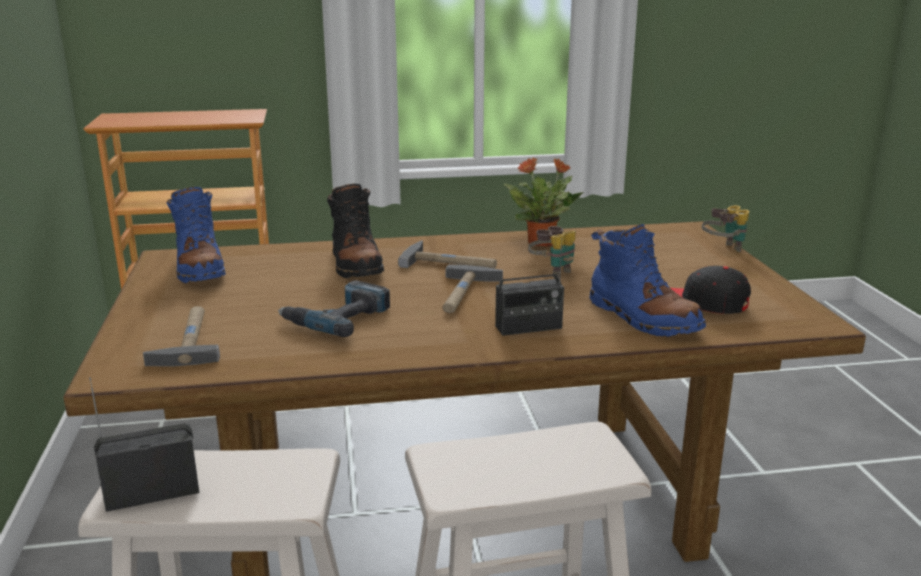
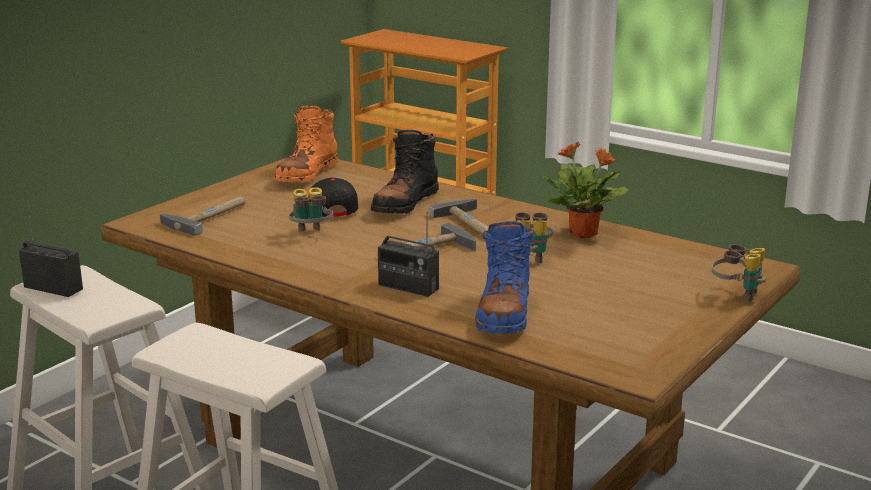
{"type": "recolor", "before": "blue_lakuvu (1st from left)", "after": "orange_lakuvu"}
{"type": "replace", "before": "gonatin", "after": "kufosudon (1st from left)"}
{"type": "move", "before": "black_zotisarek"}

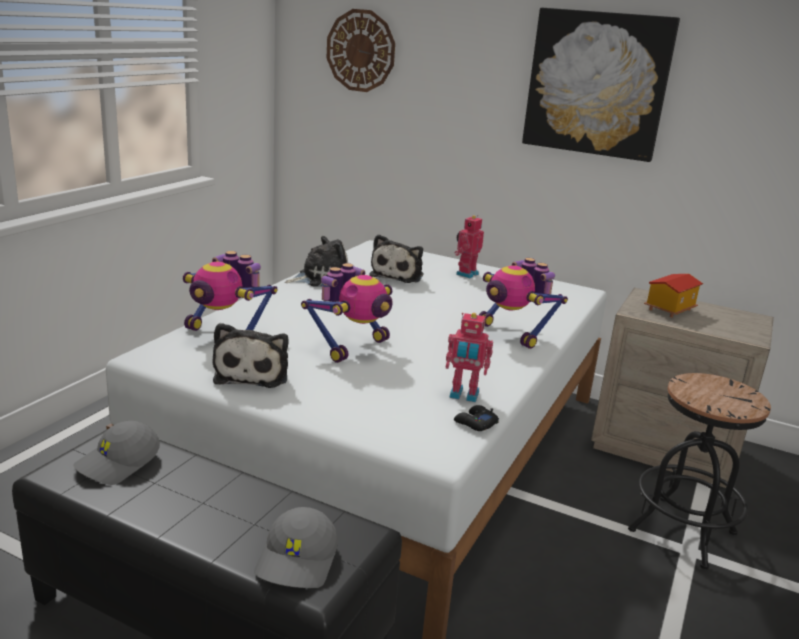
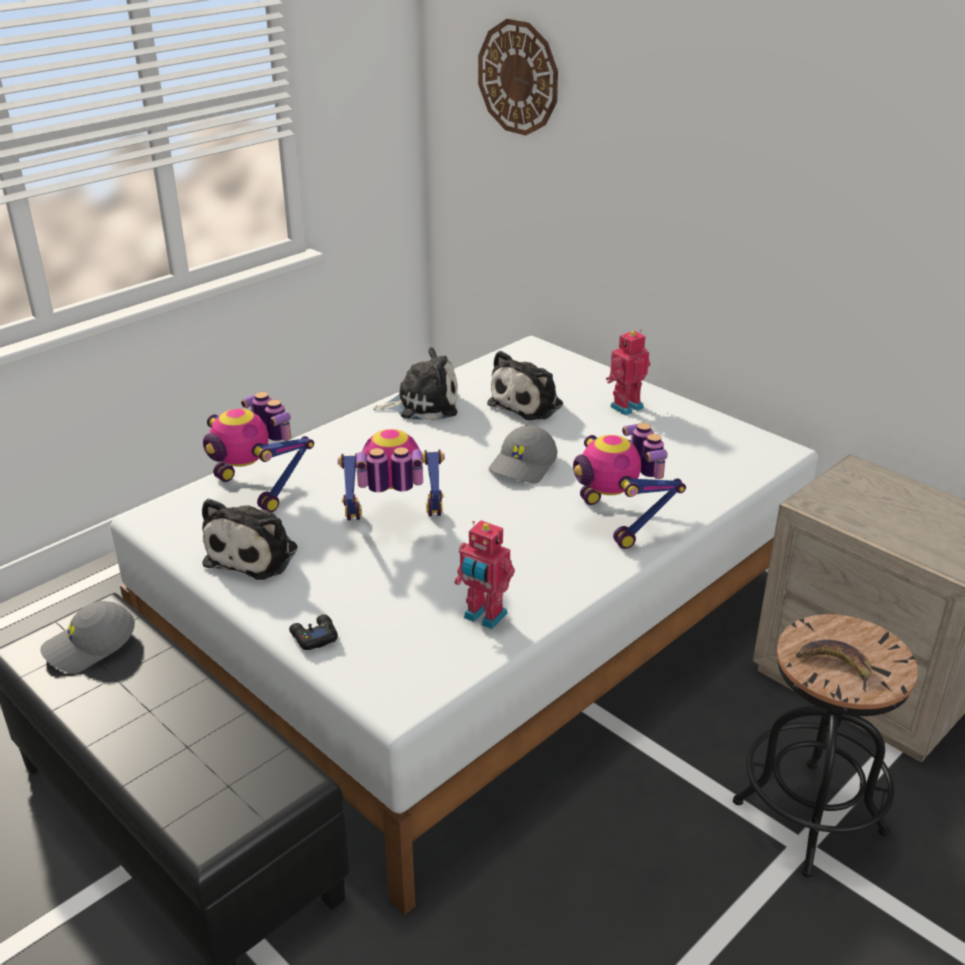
{"type": "move", "before": "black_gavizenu"}
{"type": "rotate", "before": "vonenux (2nd from left)", "turn": -150}
{"type": "move", "before": "grey_zotisarek (2nd from left)"}
{"type": "insert", "after": "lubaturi"}
{"type": "delete", "before": "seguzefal"}
{"type": "delete", "before": "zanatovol"}

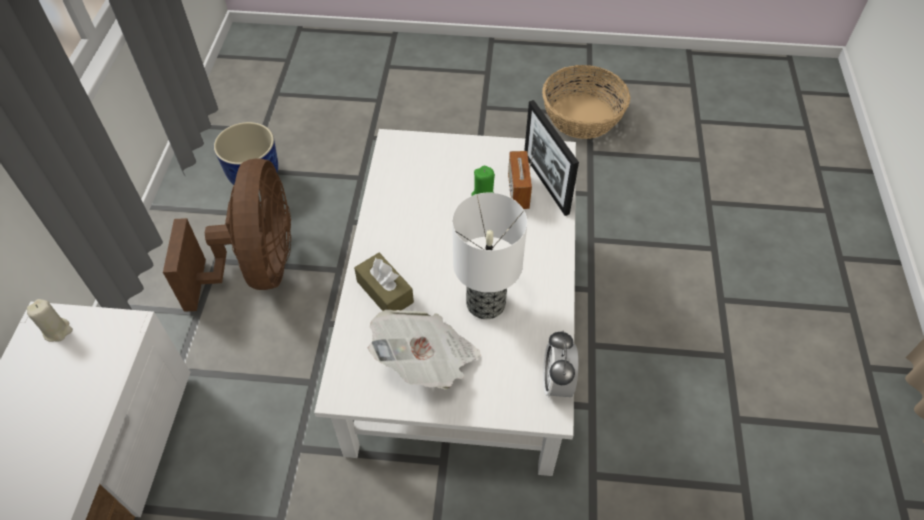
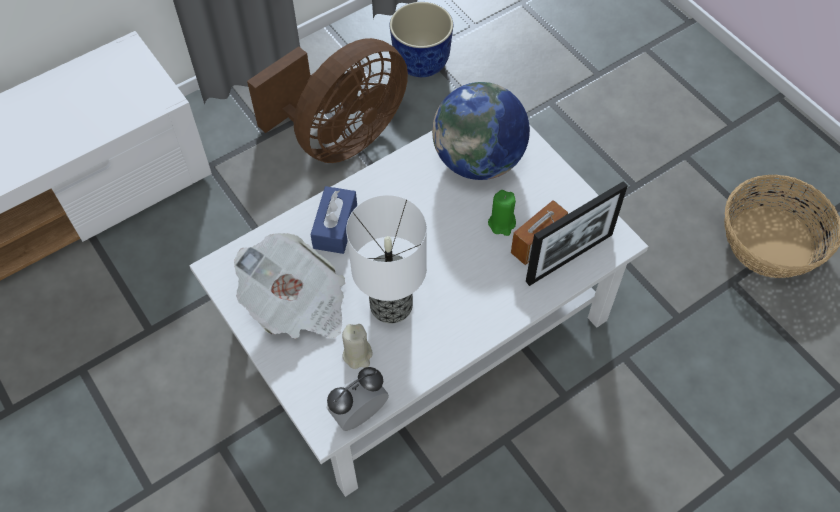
{"type": "recolor", "before": "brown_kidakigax", "after": "blue_kidakigax"}
{"type": "move", "before": "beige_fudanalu"}
{"type": "insert", "after": "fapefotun"}
{"type": "rotate", "before": "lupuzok", "turn": -150}

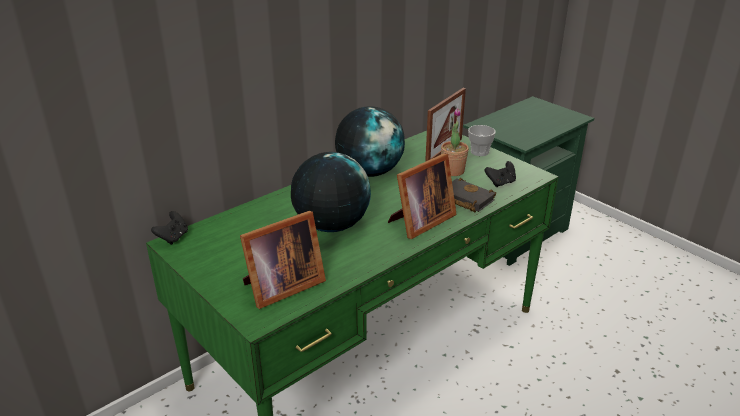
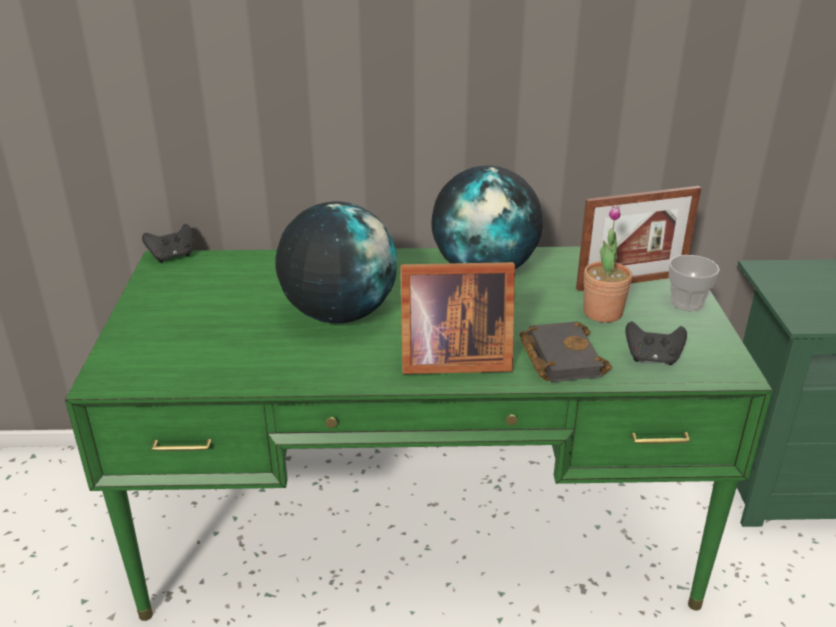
{"type": "delete", "before": "lupuzok (1st from left)"}

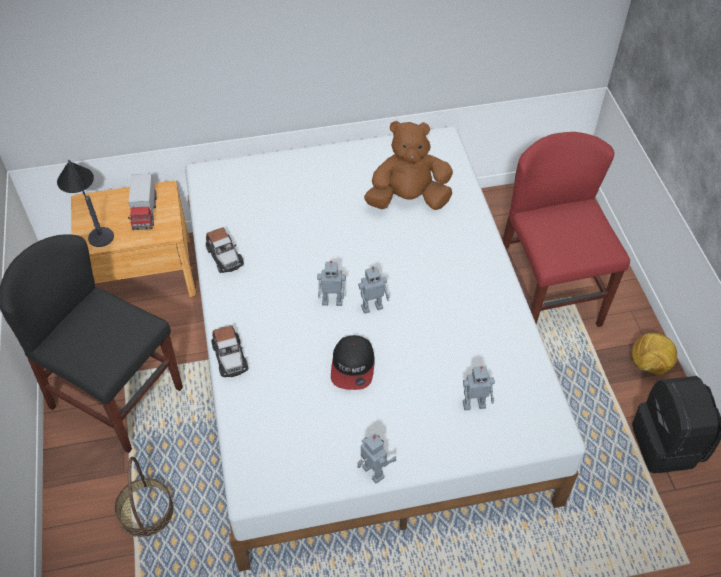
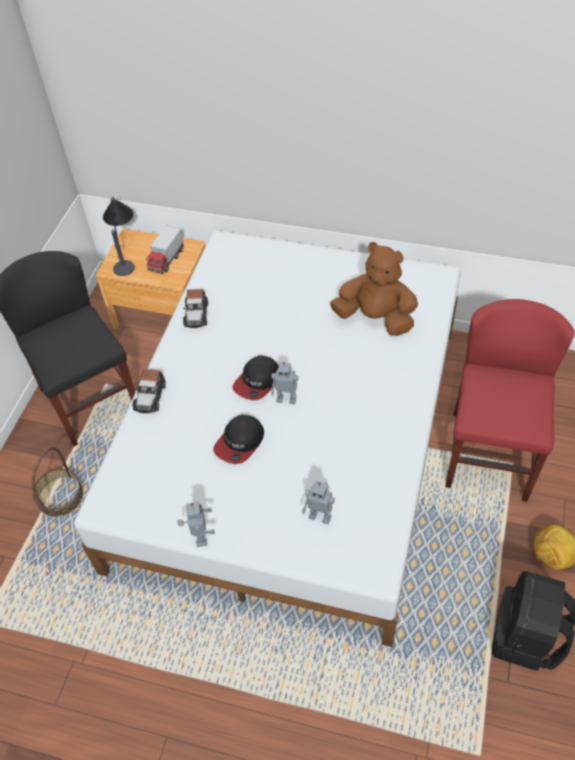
{"type": "replace", "before": "vonenux (1st from left)", "after": "zotisarek (2nd from left)"}

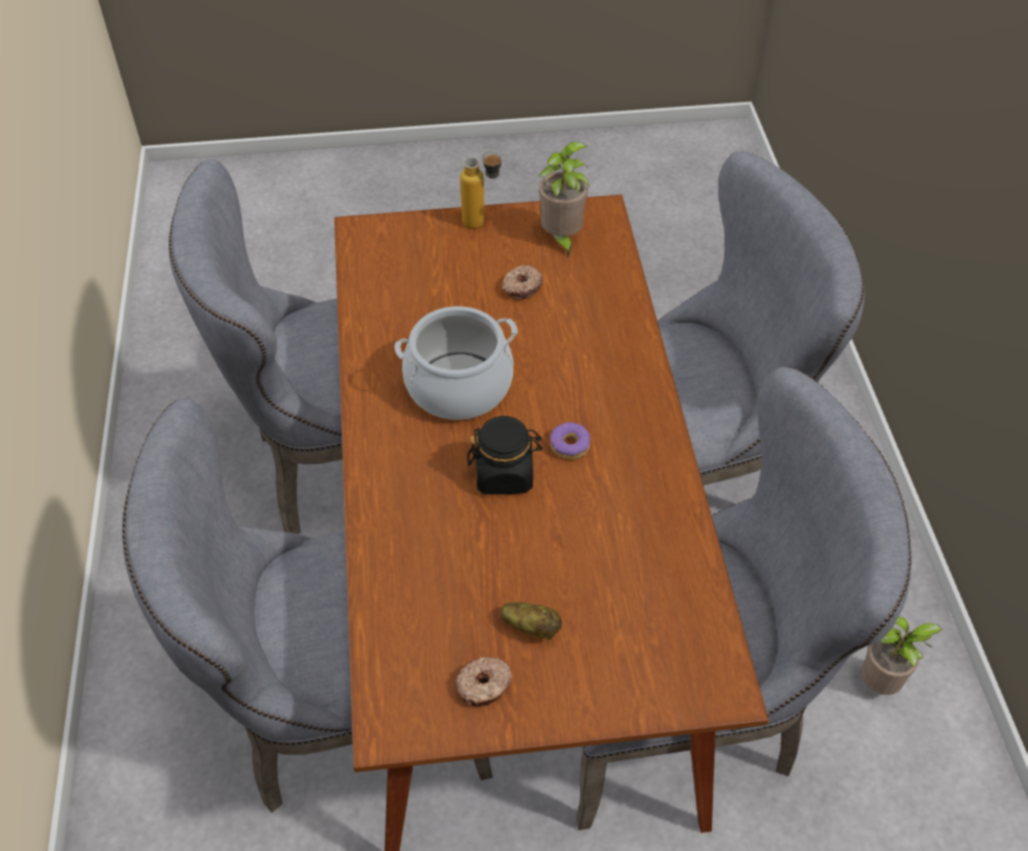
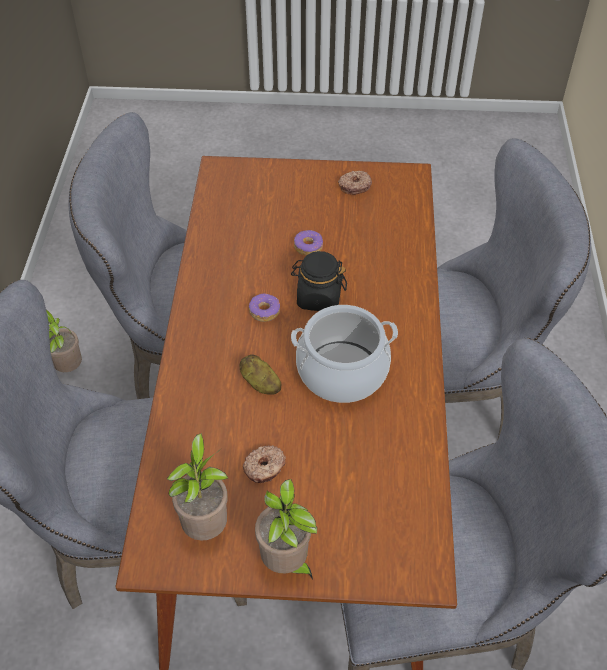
{"type": "move", "before": "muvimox"}
{"type": "replace", "before": "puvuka", "after": "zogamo (3rd from left)"}
{"type": "insert", "after": "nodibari (3rd from left)"}

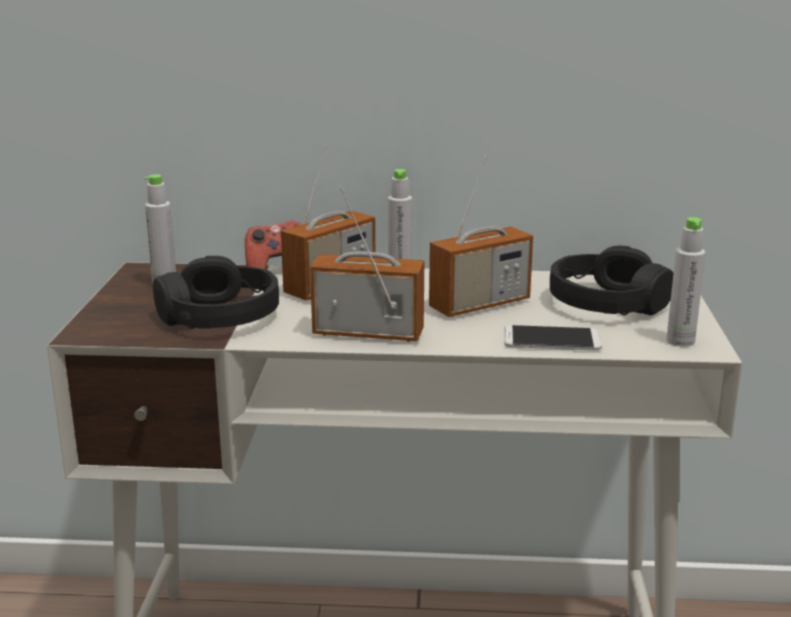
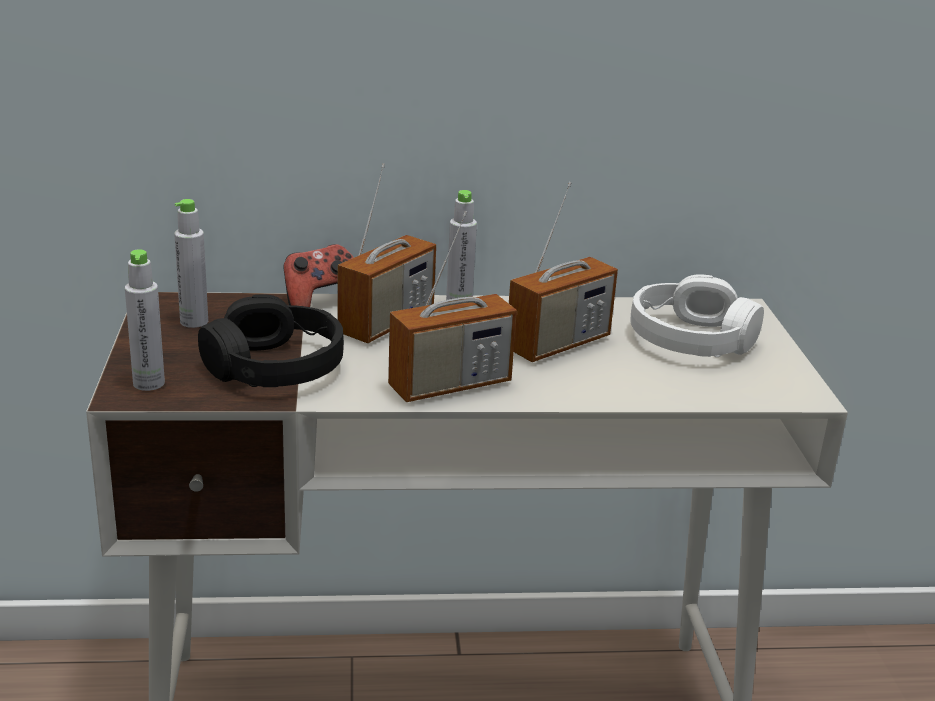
{"type": "move", "before": "grey_puvuka (3rd from left in the first image)", "after": "grey_puvuka (1st from left)"}
{"type": "rotate", "before": "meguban (2nd from left)", "turn": 150}
{"type": "recolor", "before": "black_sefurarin (2nd from left)", "after": "white_sefurarin"}
{"type": "delete", "before": "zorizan"}

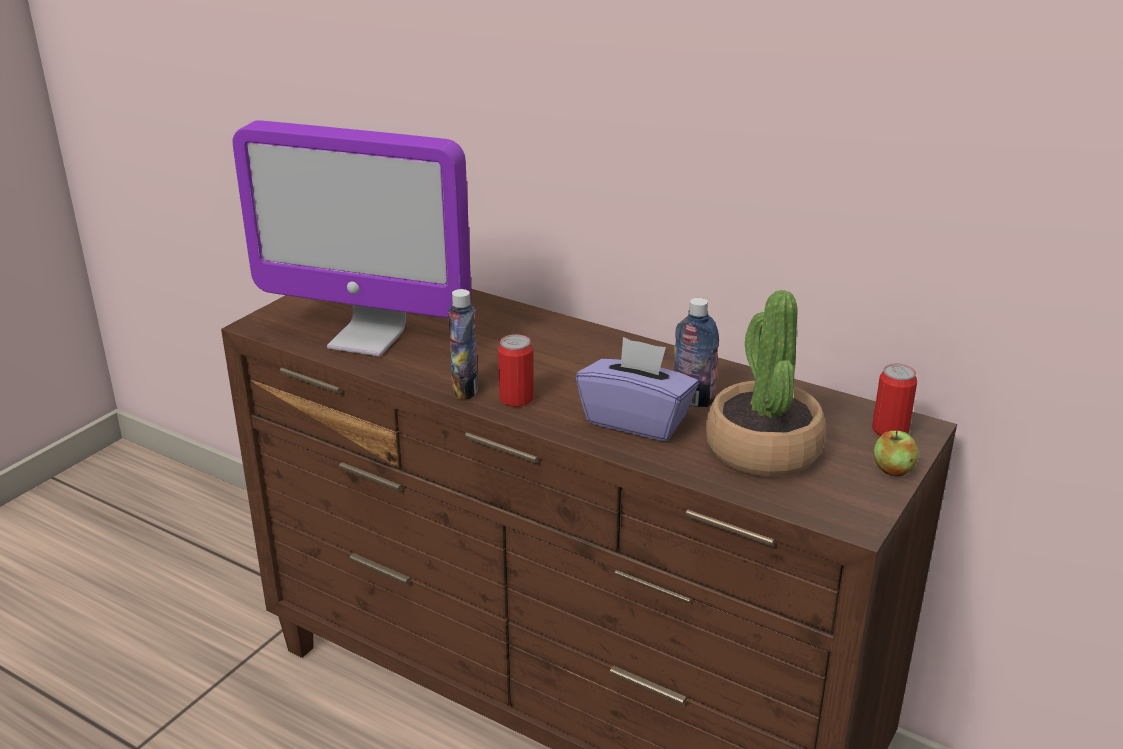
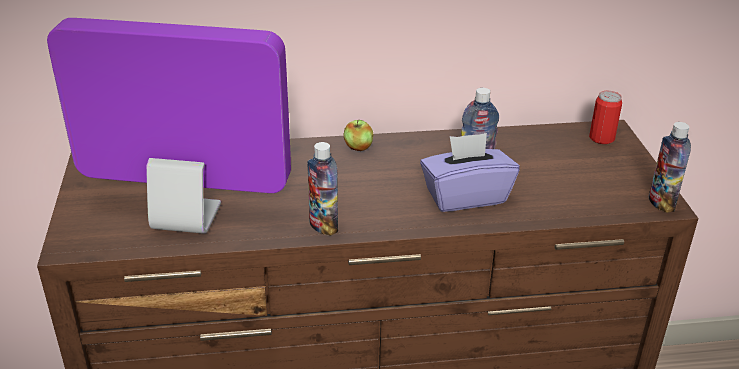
{"type": "rotate", "before": "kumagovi", "turn": -150}
{"type": "move", "before": "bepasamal"}
{"type": "insert", "after": "puvuka (3rd from left)"}
{"type": "delete", "before": "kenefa (1st from left)"}
{"type": "delete", "before": "zogamo"}

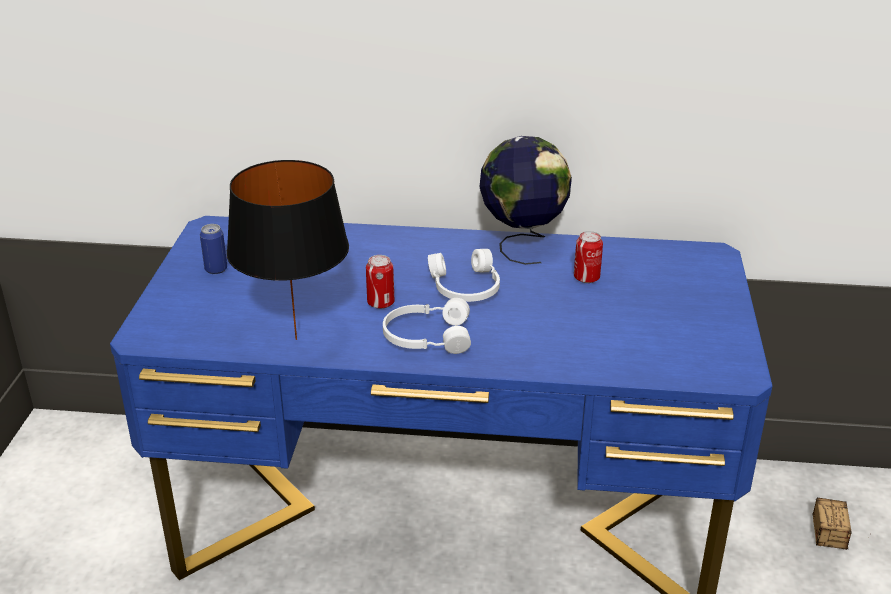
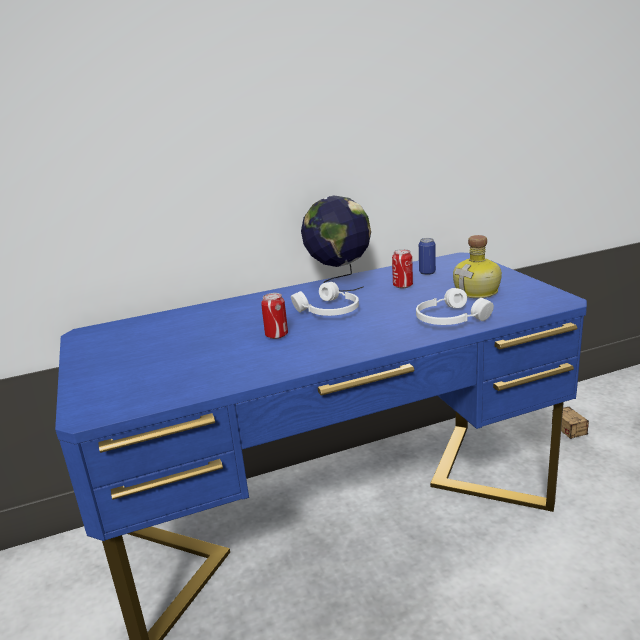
{"type": "move", "before": "white_sefurarin (1st from left in the first image)", "after": "white_sefurarin (2nd from left)"}
{"type": "move", "before": "kenefa (1st from left in the first image)", "after": "kenefa (3rd from left)"}
{"type": "insert", "after": "puvuka"}
{"type": "delete", "before": "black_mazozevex"}

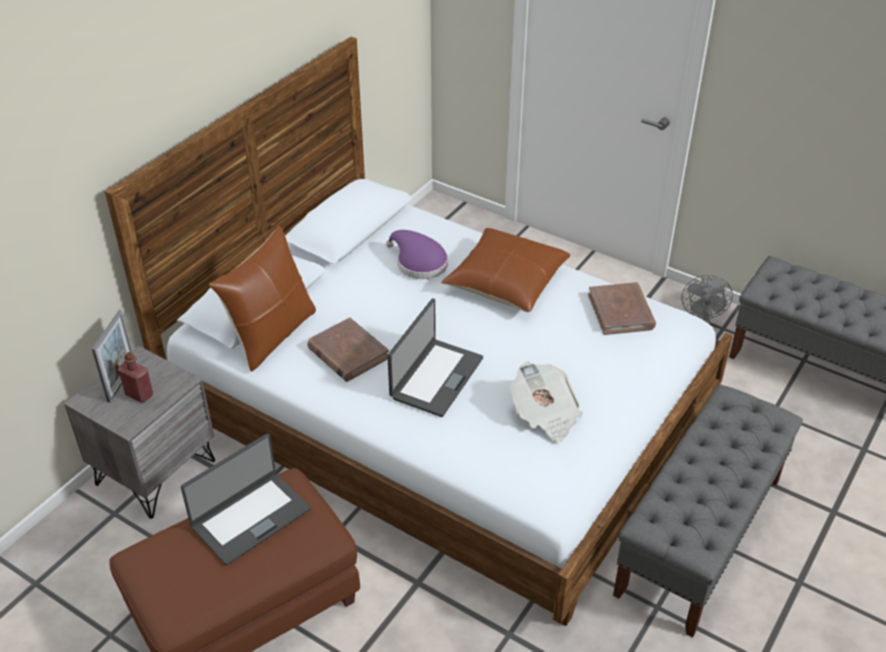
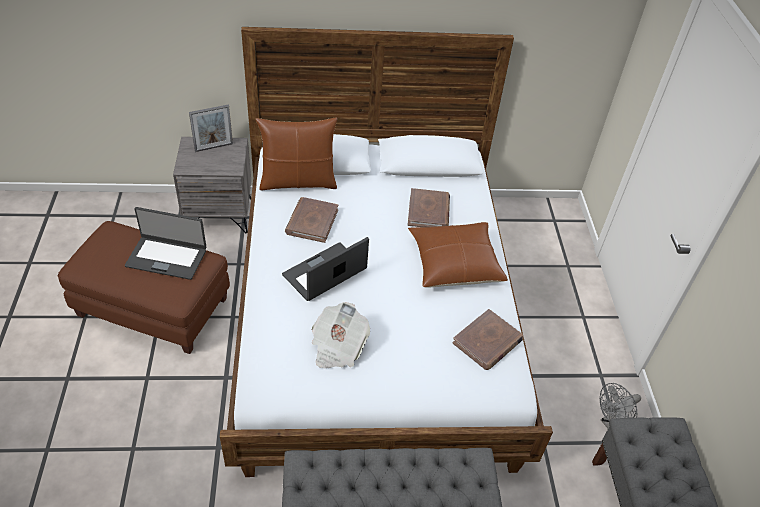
{"type": "rotate", "before": "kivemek (2nd from left)", "turn": 150}
{"type": "replace", "before": "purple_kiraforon", "after": "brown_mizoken (2nd from left)"}
{"type": "delete", "before": "red_puvuka"}

